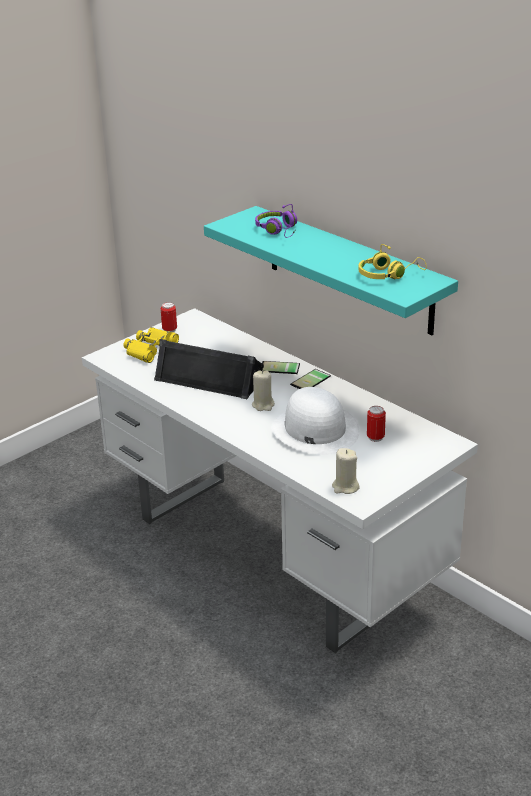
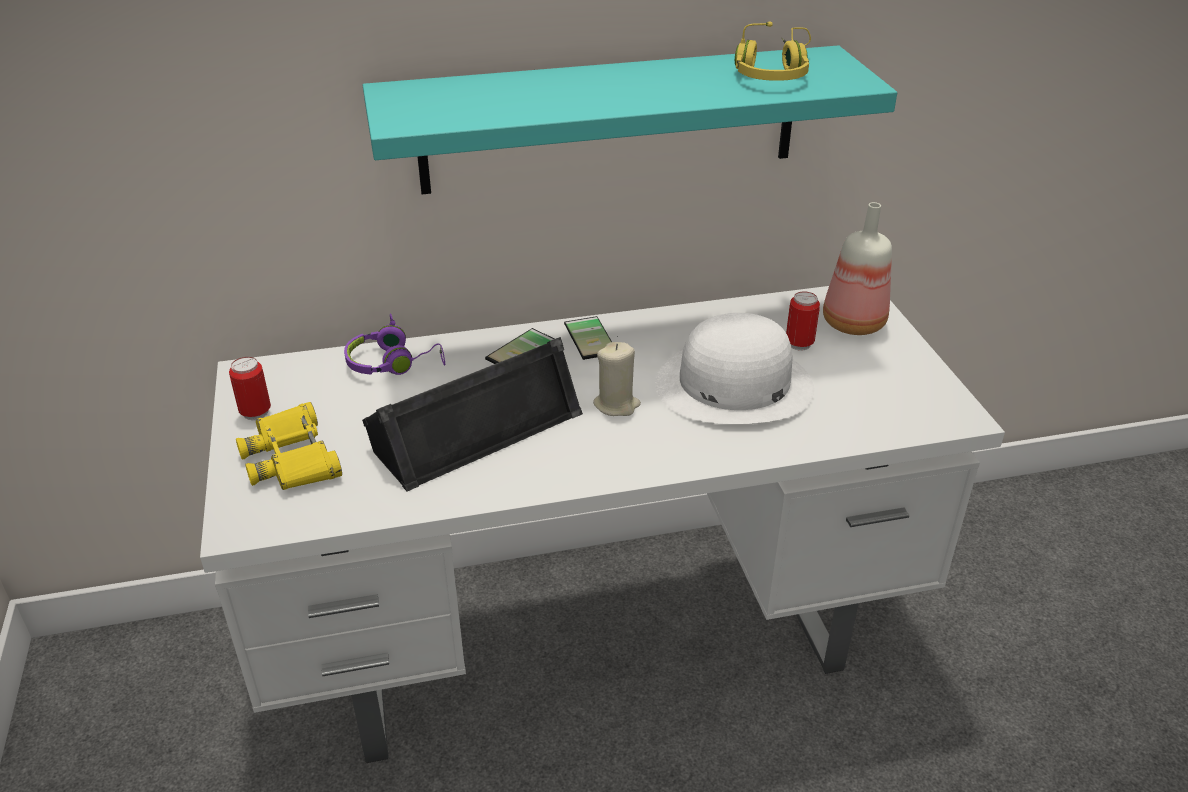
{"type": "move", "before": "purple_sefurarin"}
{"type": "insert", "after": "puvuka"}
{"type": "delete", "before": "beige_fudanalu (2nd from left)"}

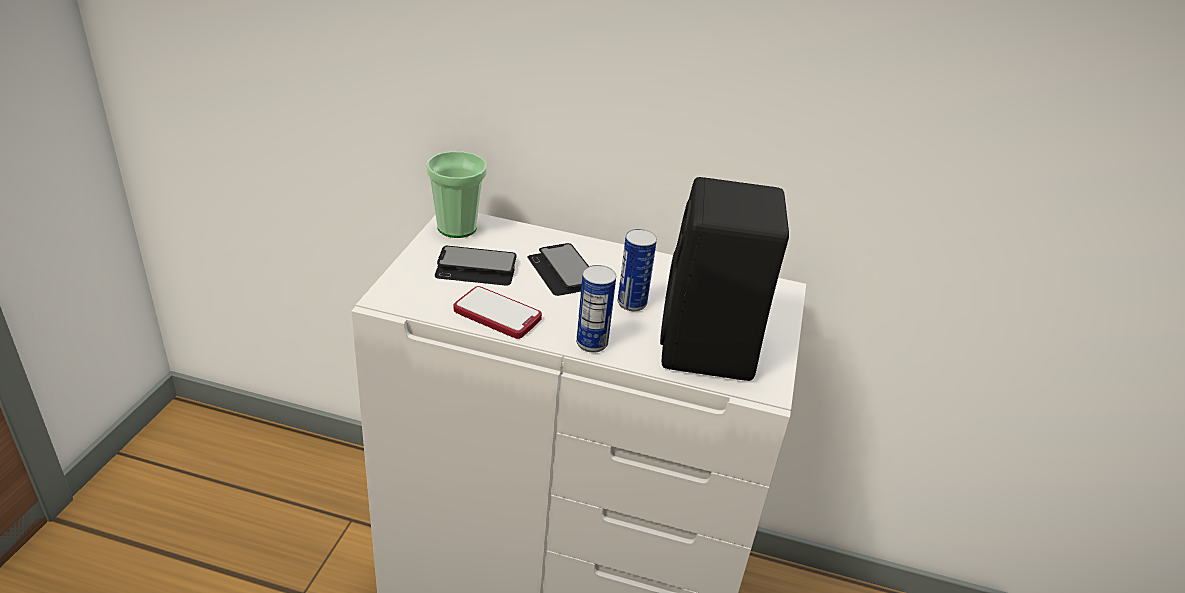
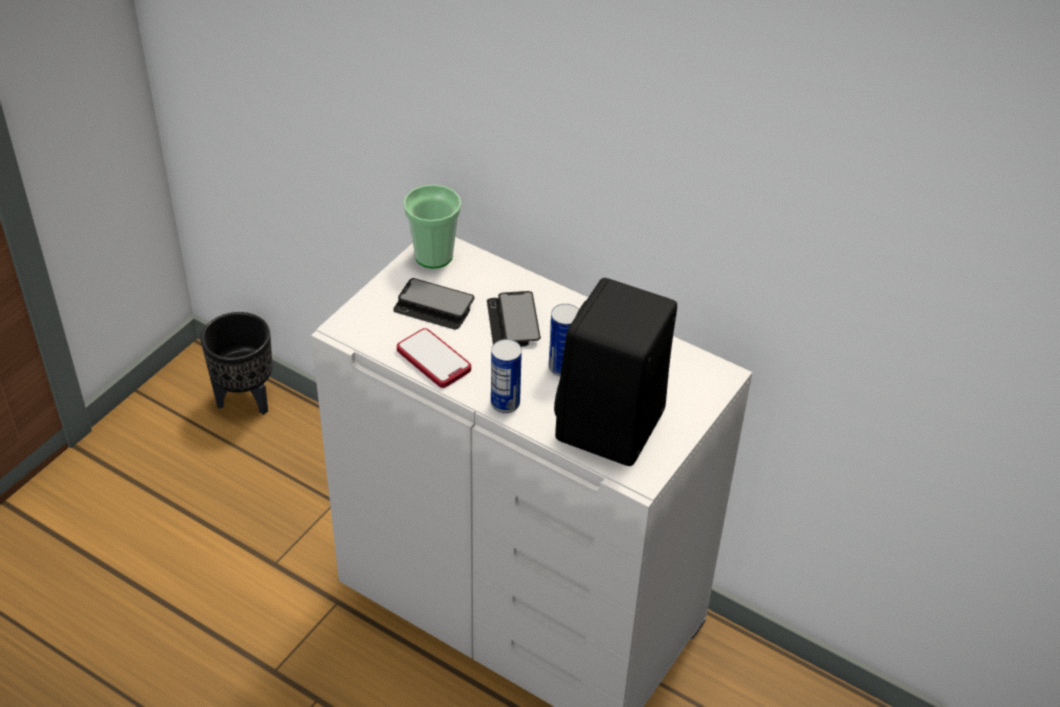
{"type": "insert", "after": "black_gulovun"}

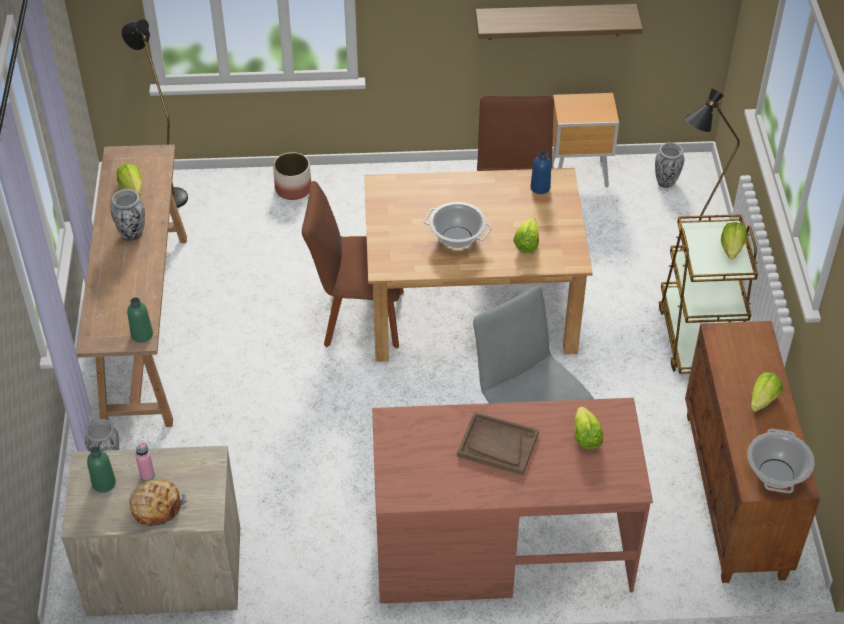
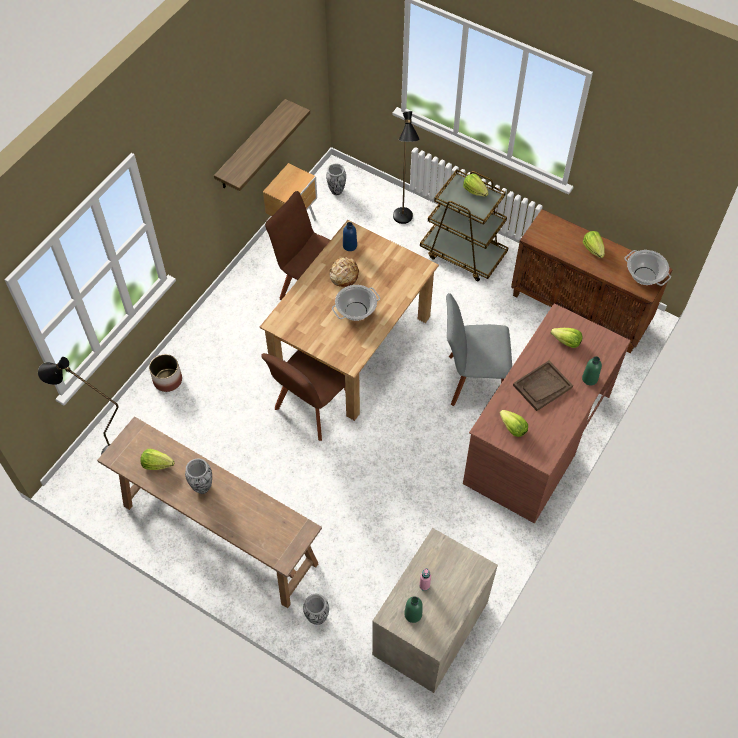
{"type": "move", "before": "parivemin"}
{"type": "move", "before": "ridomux (2nd from left in the first image)", "after": "ridomux (3rd from left)"}
{"type": "move", "before": "green_puvuka (2nd from left)"}

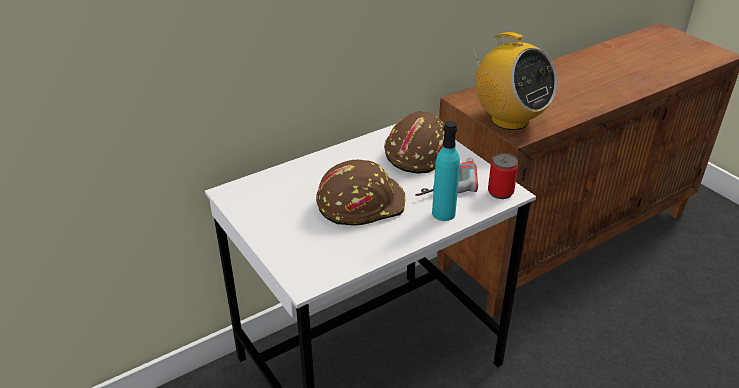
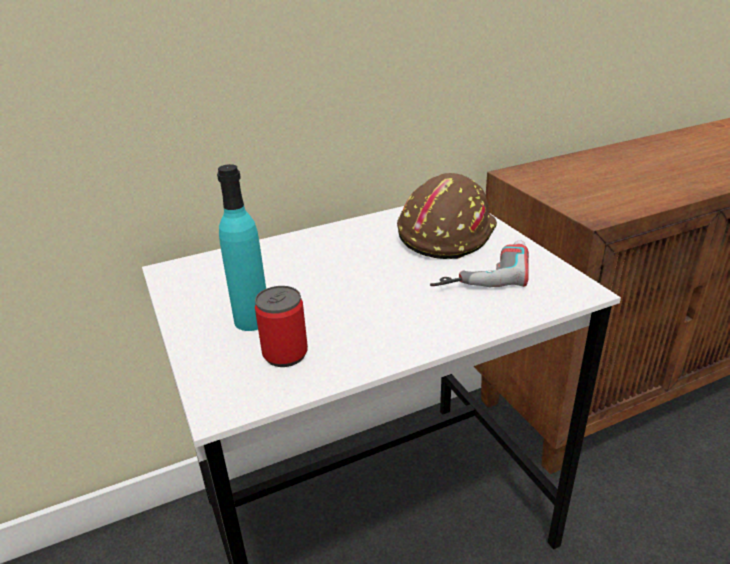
{"type": "move", "before": "turquoise_puvuka"}
{"type": "move", "before": "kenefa"}
{"type": "delete", "before": "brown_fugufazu (1st from left)"}
{"type": "delete", "before": "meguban"}

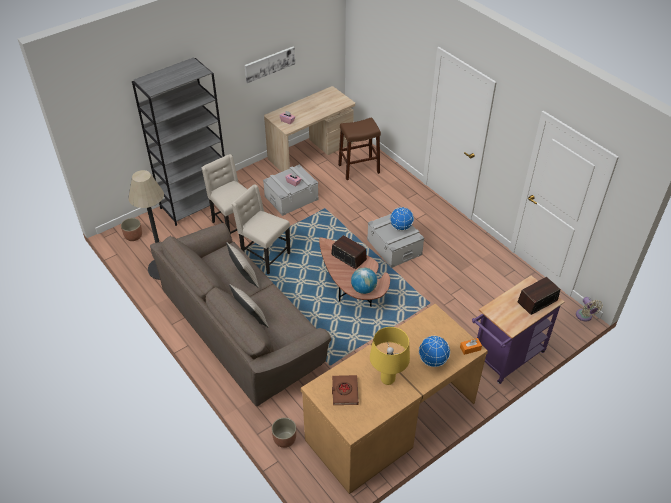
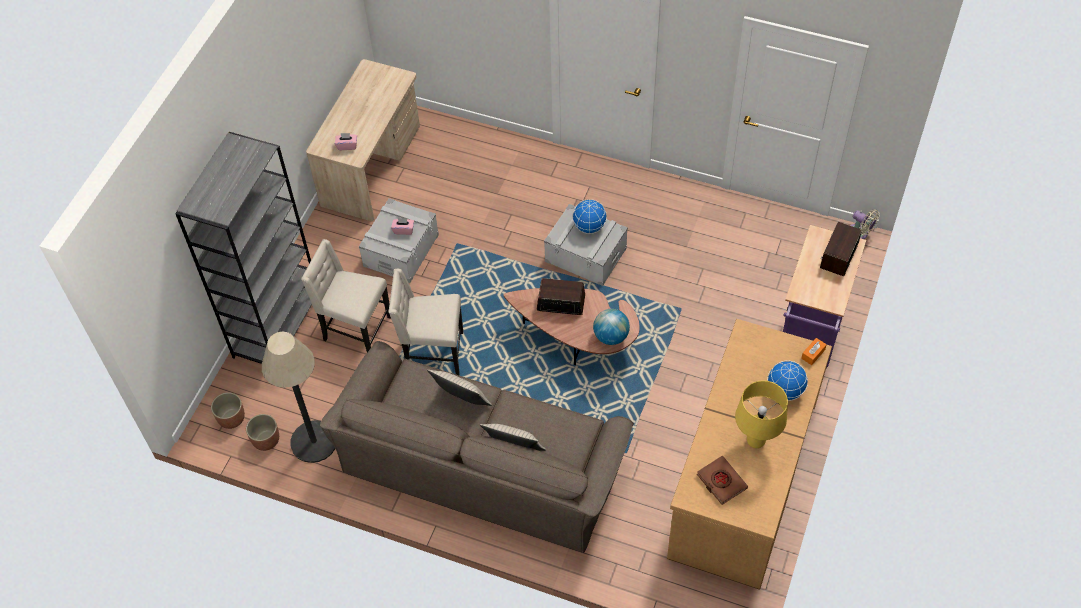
{"type": "move", "before": "gulovun (2nd from left)"}
{"type": "delete", "before": "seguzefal"}
{"type": "delete", "before": "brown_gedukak"}

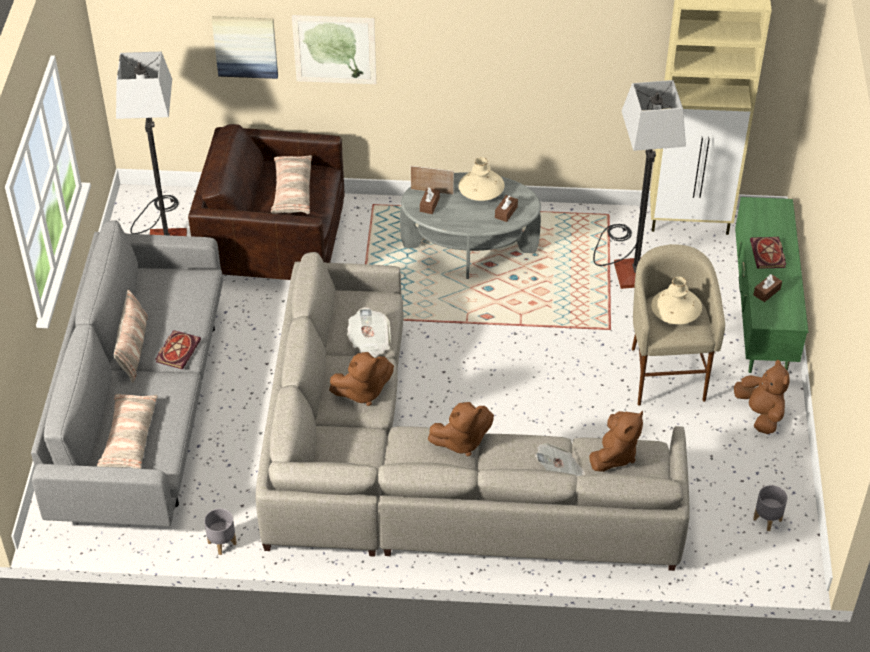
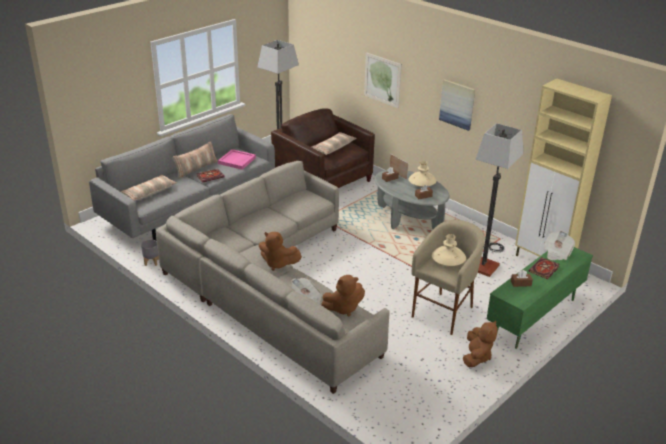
{"type": "insert", "after": "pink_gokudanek"}
{"type": "move", "before": "seguzefal (1st from left in the first image)", "after": "seguzefal (2nd from left)"}
{"type": "move", "before": "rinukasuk (1st from left in the first image)", "after": "rinukasuk (2nd from left)"}
{"type": "delete", "before": "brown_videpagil (1st from left)"}
{"type": "delete", "before": "grey_gulovun (2nd from left)"}

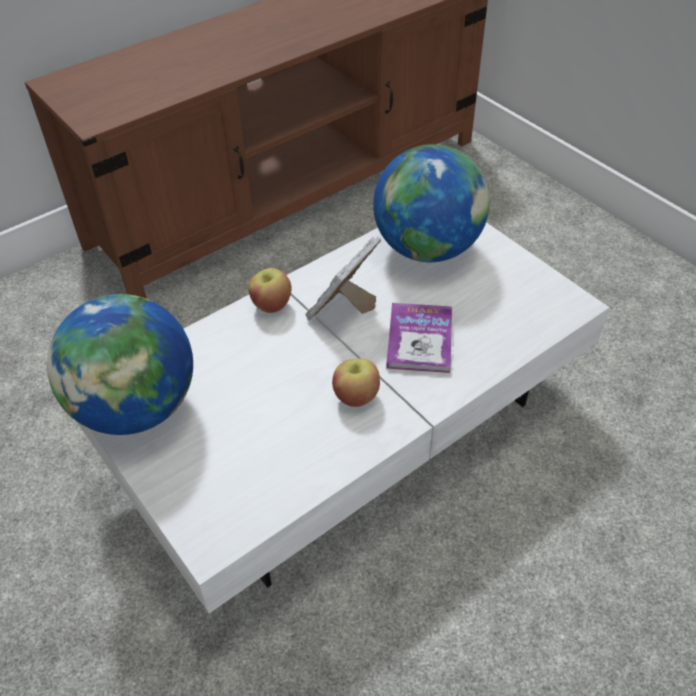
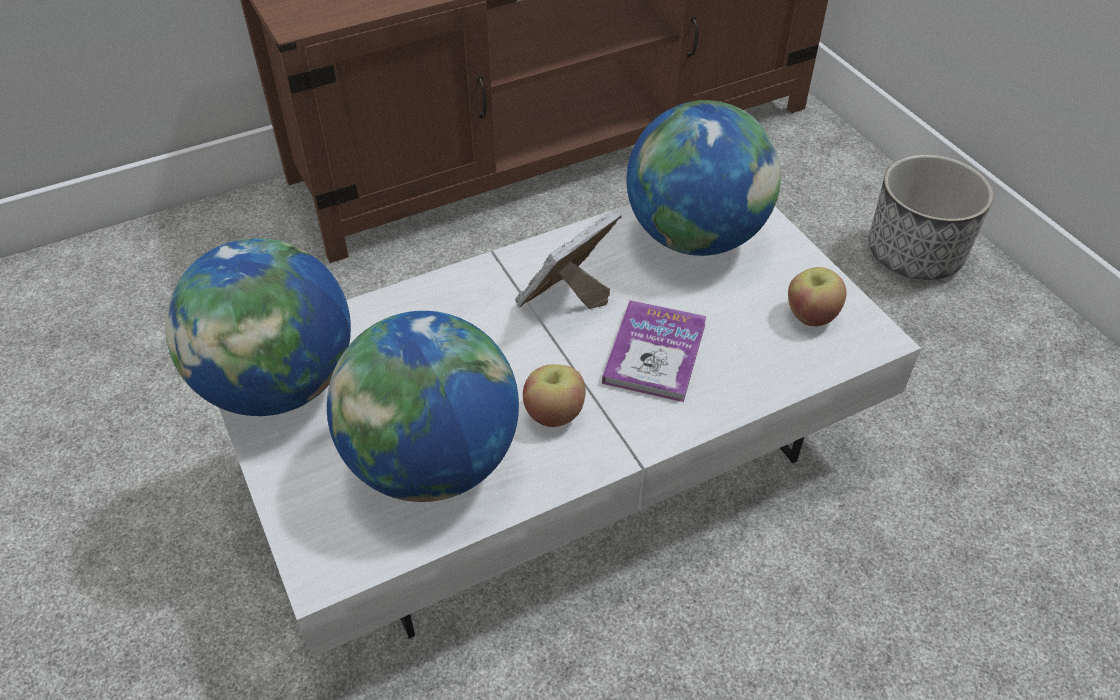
{"type": "insert", "after": "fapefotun (2nd from left)"}
{"type": "move", "before": "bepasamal (1st from left in the first image)", "after": "bepasamal (2nd from left)"}
{"type": "insert", "after": "gulovun"}

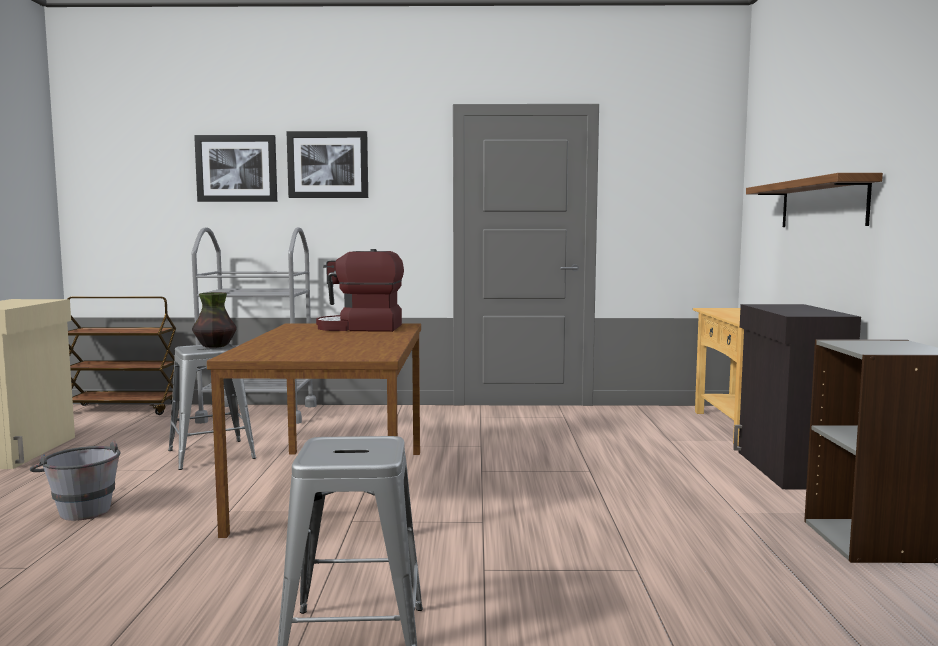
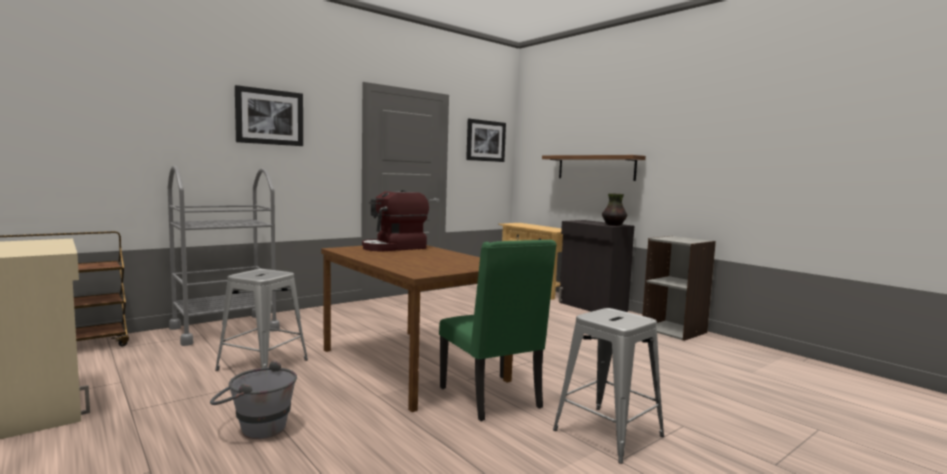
{"type": "insert", "after": "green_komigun"}
{"type": "move", "before": "seguzefal (1st from left in the first image)", "after": "seguzefal (2nd from left)"}
{"type": "move", "before": "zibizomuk"}

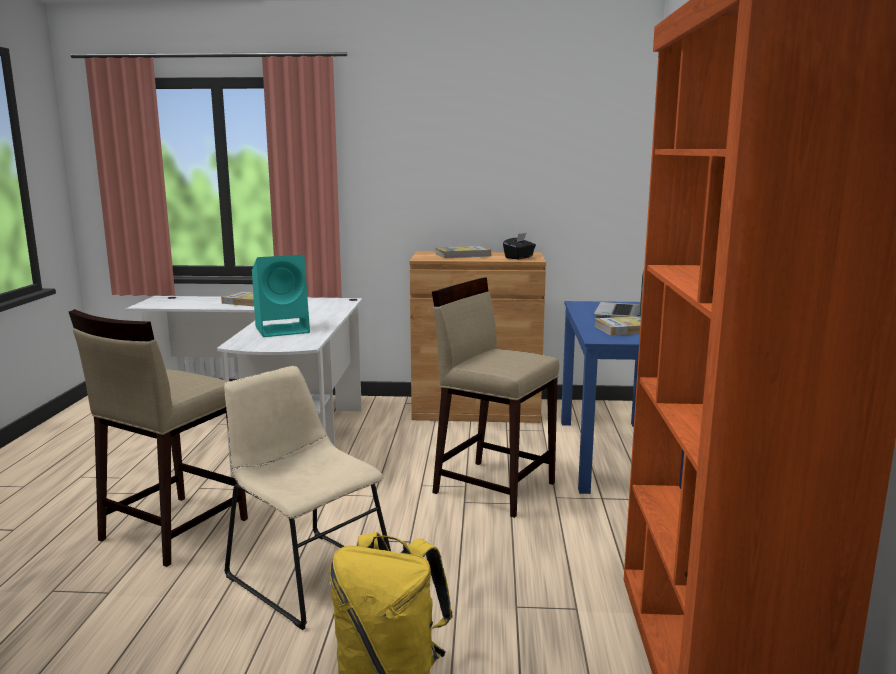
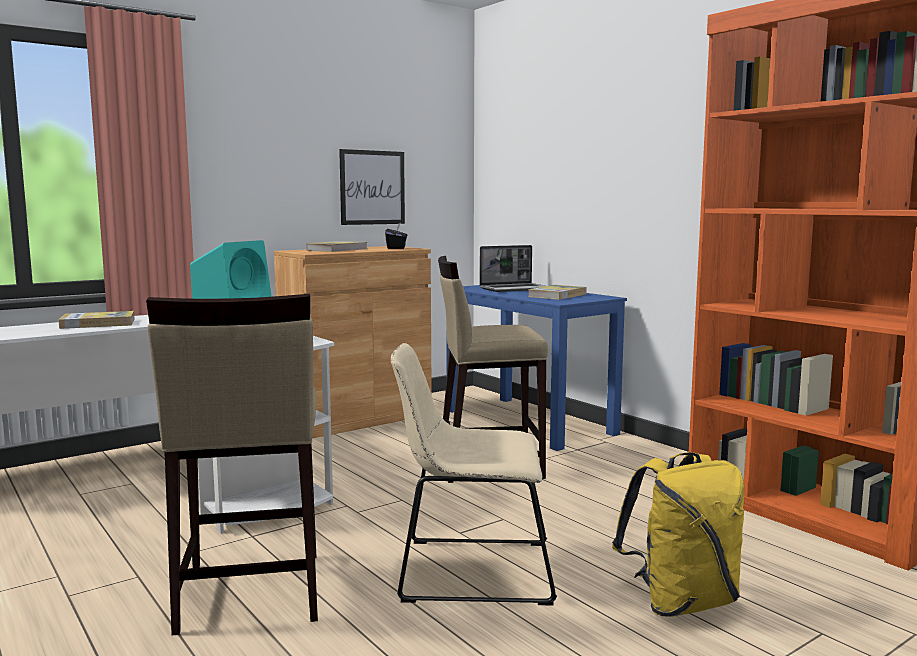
{"type": "insert", "after": "seguzefal"}
{"type": "rotate", "before": "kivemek", "turn": -90}

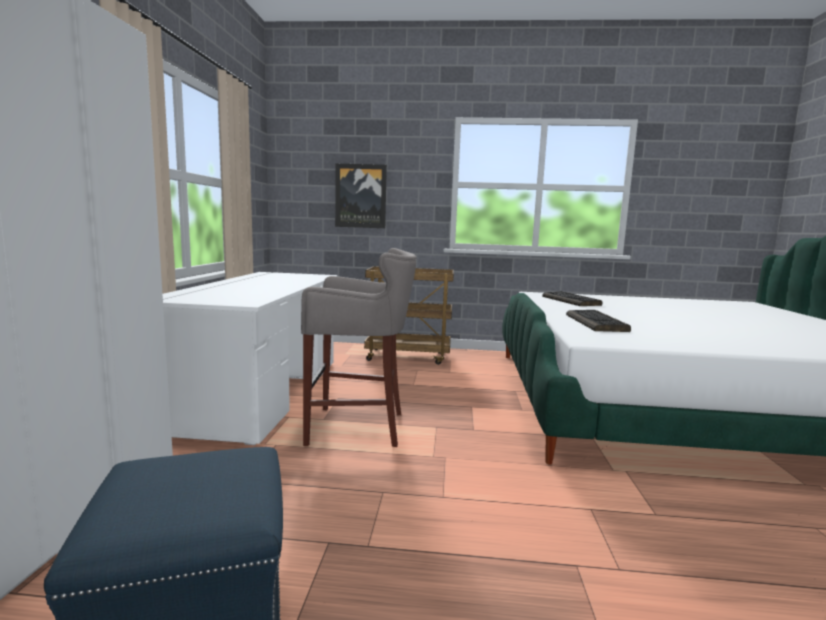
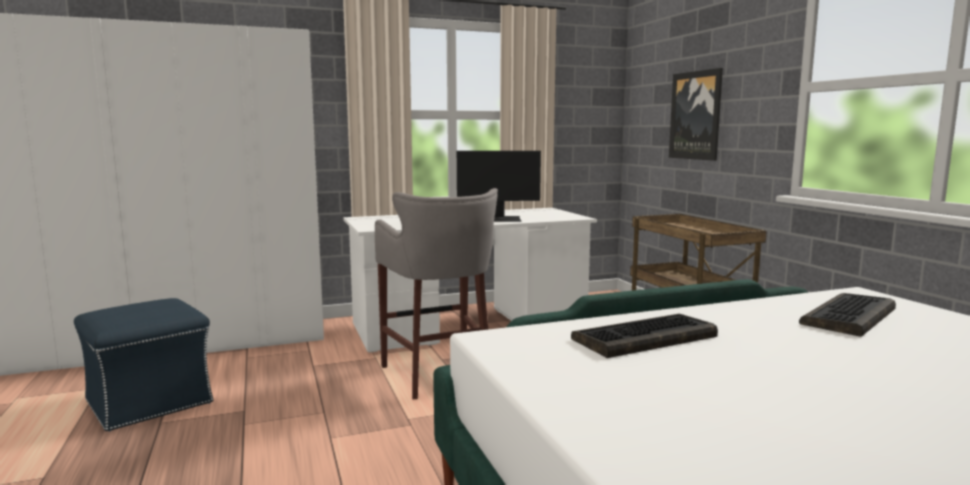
{"type": "insert", "after": "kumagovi"}

